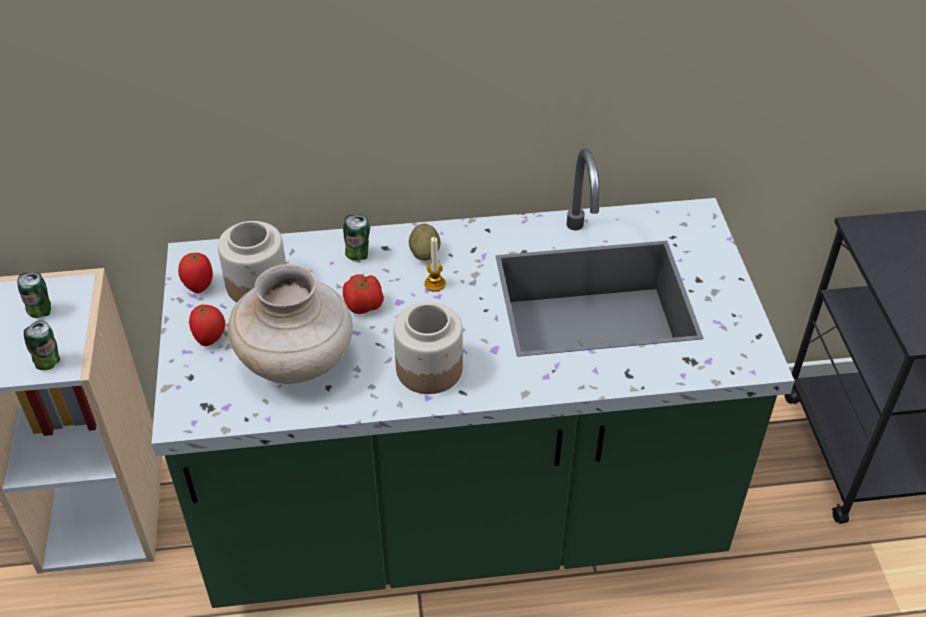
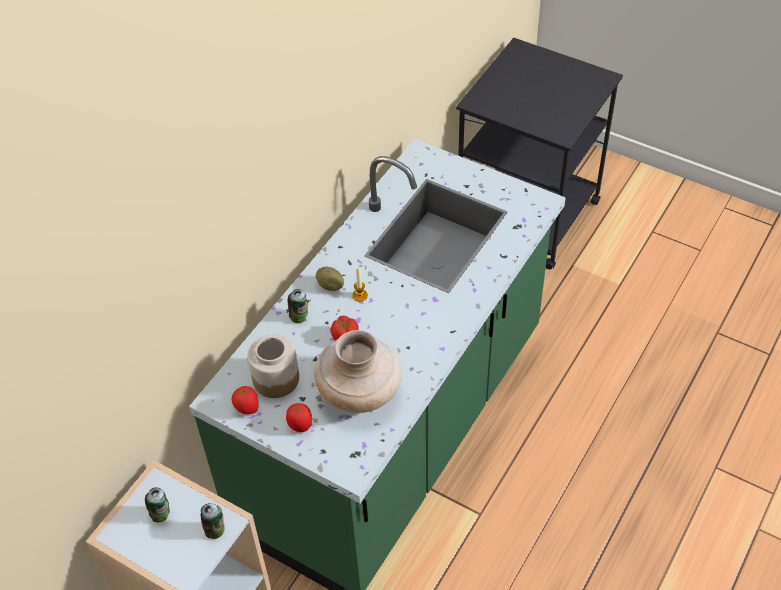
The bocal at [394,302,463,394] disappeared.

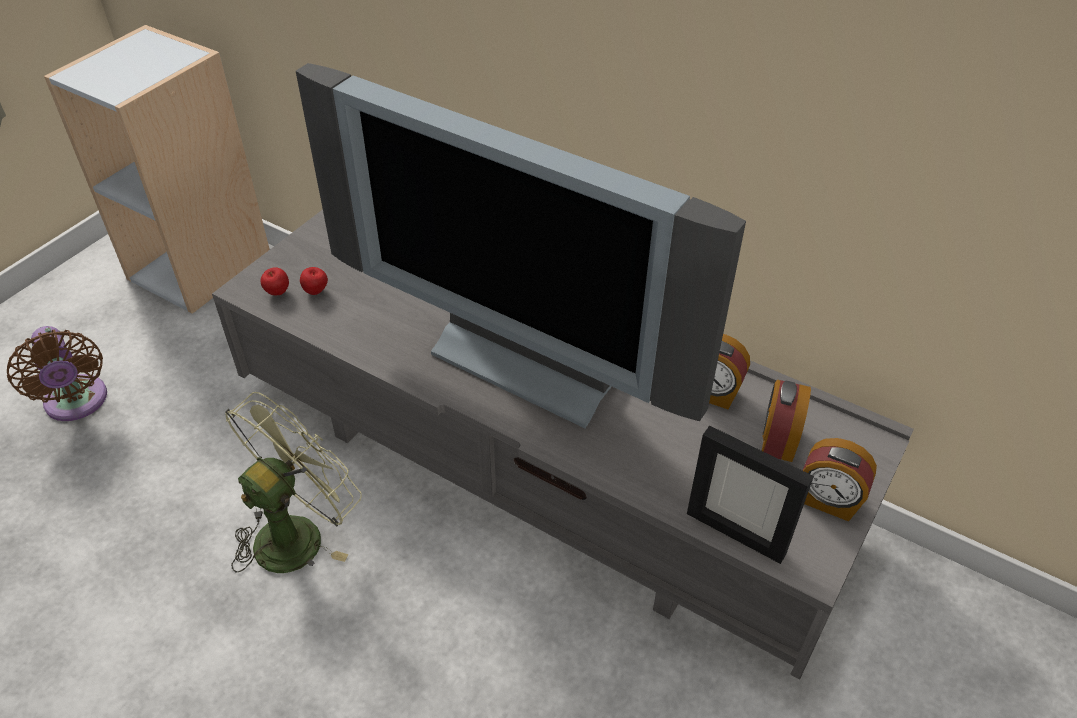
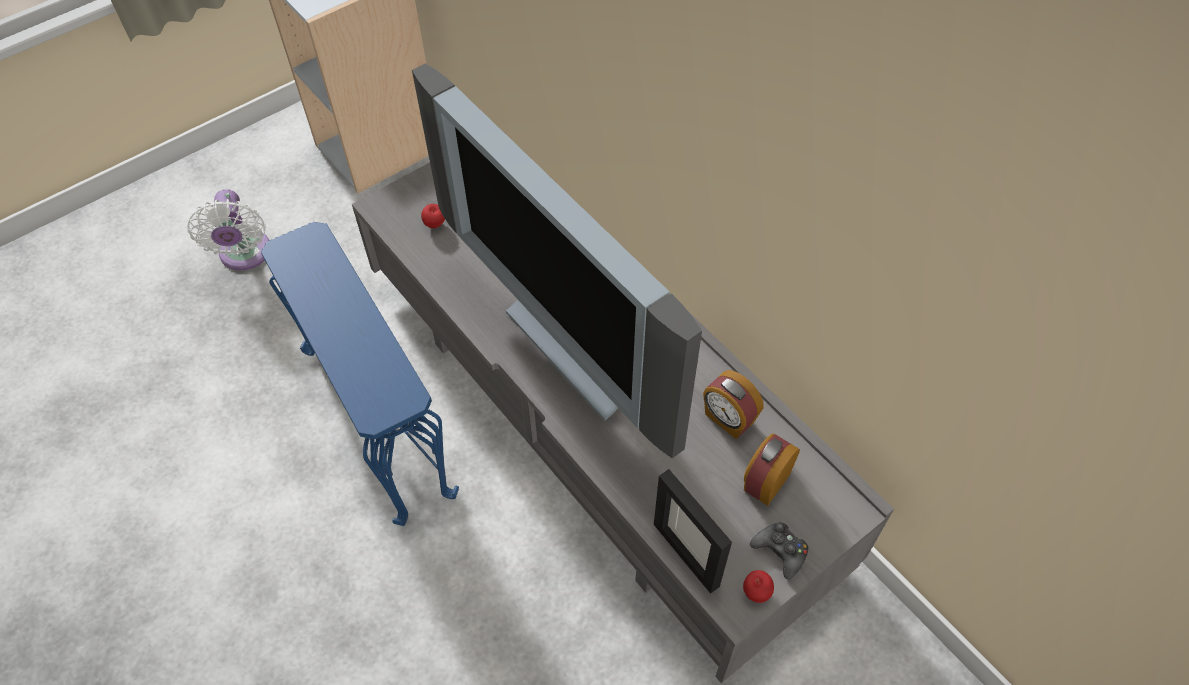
The pomme moved from [261,267,289,295] to [743,570,774,603].
The ventilateur/marron at [7,326,107,421] became the ventilateur/blanc at [187,189,269,270].
The ventilateur/vert at [225,392,362,573] was replaced by the table d'appoint/bleu at [261,222,459,526].
The réveil at [802,438,877,521] was replaced by the manette/noir at [750,522,808,580].

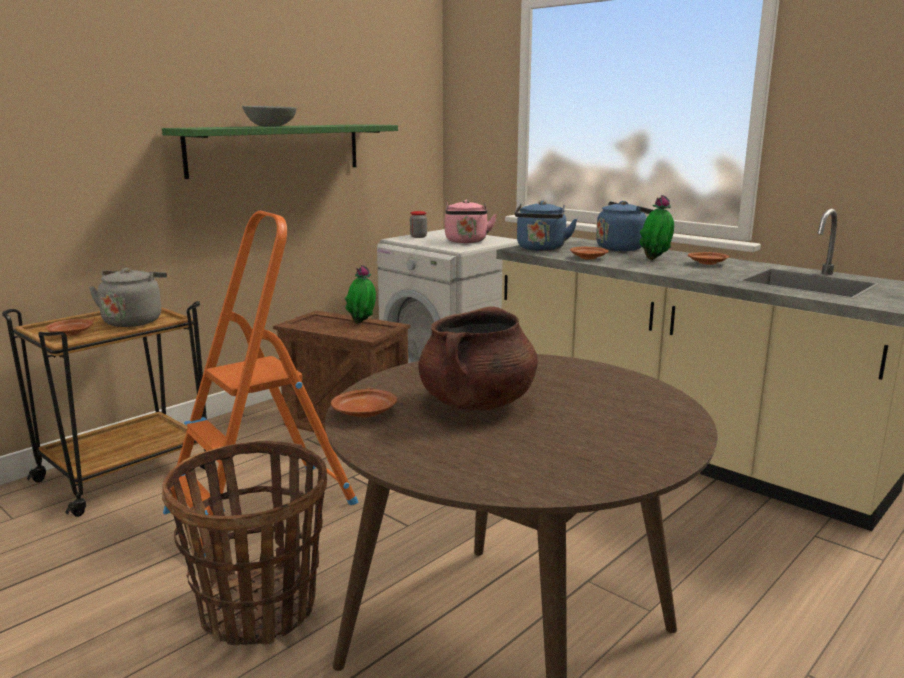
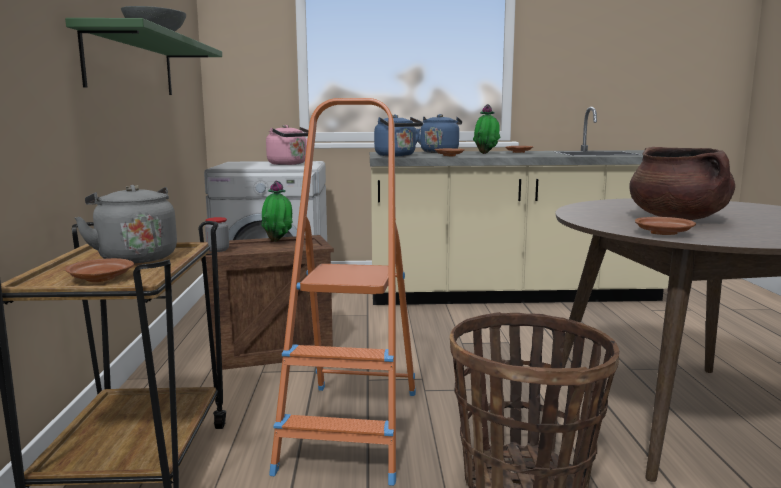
The bocal moved from [410,211,427,238] to [205,217,229,252].

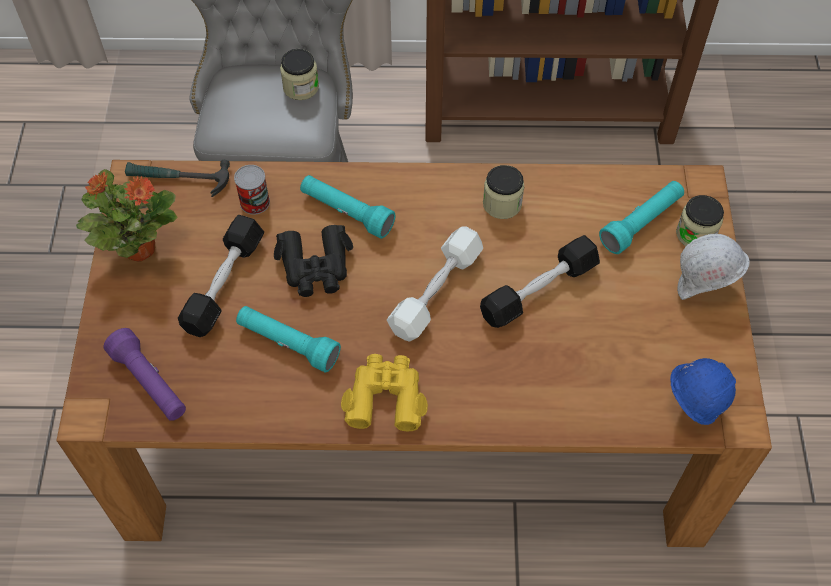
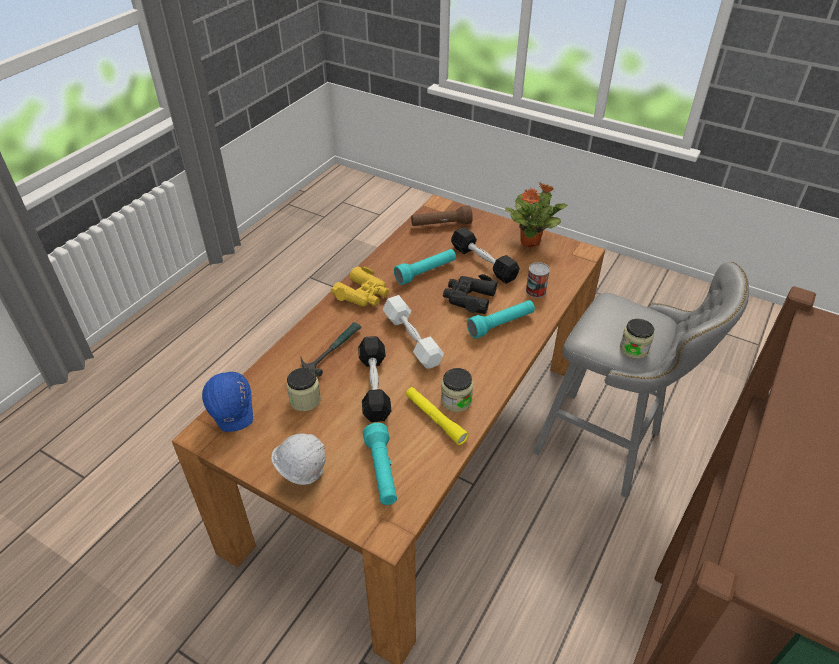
The marteau moved from [125,160,230,197] to [301,322,362,377].
The bocal moved from [676,195,724,246] to [287,368,321,411].
The lampe de poche/violet at [104,328,186,421] became the lampe de poche/marron at [411,206,473,226].
The lampe de poche/jaune at [406,387,469,445] appeared.

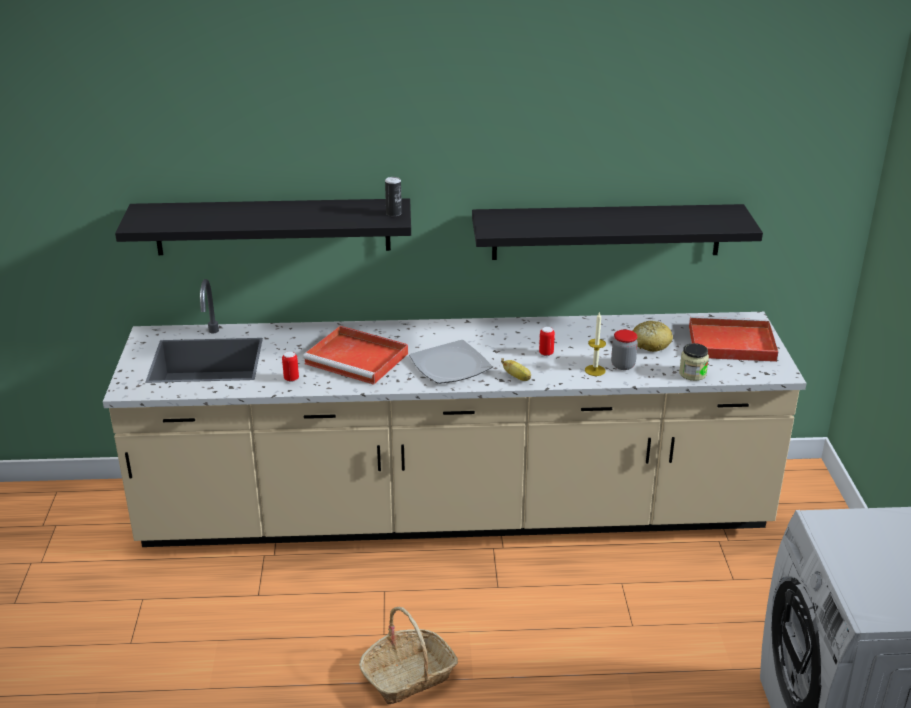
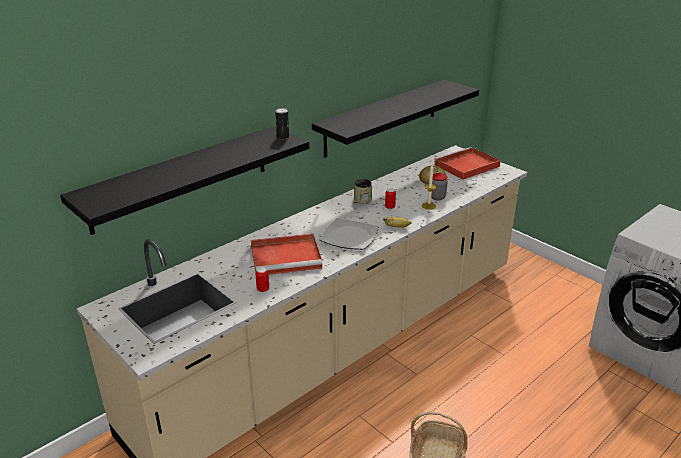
The bocal moved from [679,343,709,381] to [354,179,372,204].

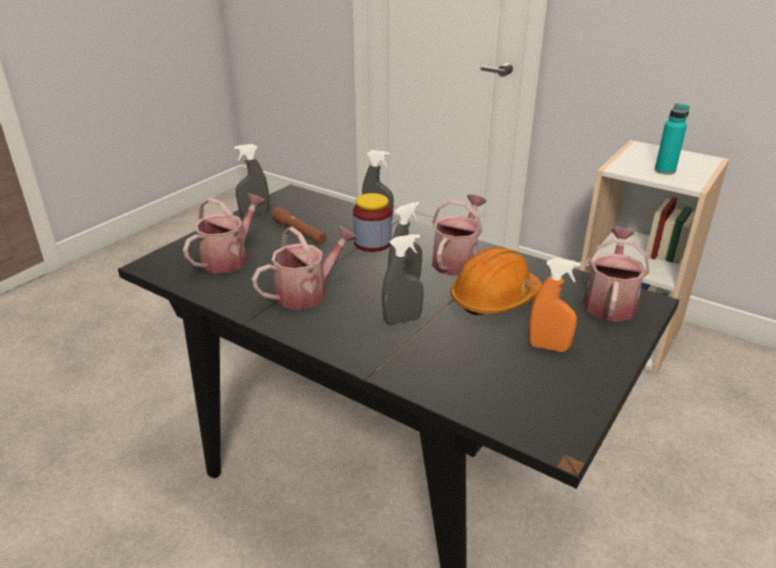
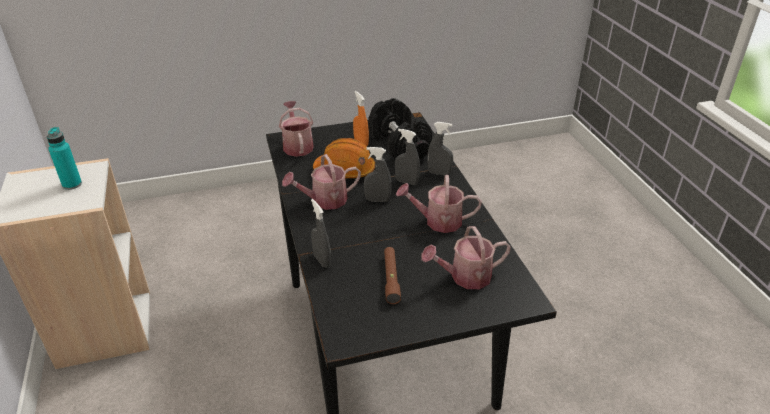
The vaporisateur/gris moved from [234,144,269,216] to [427,122,453,175].
The bocal at [353,193,392,252] disappeared.
The arrosoir at [583,228,649,322] turned 105 degrees clockwise.
The haltère/noir at [368,98,432,159] appeared.

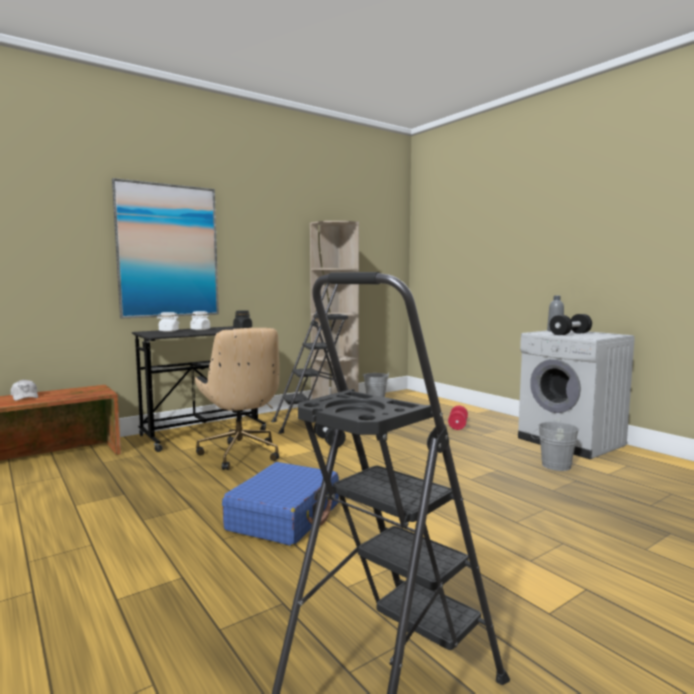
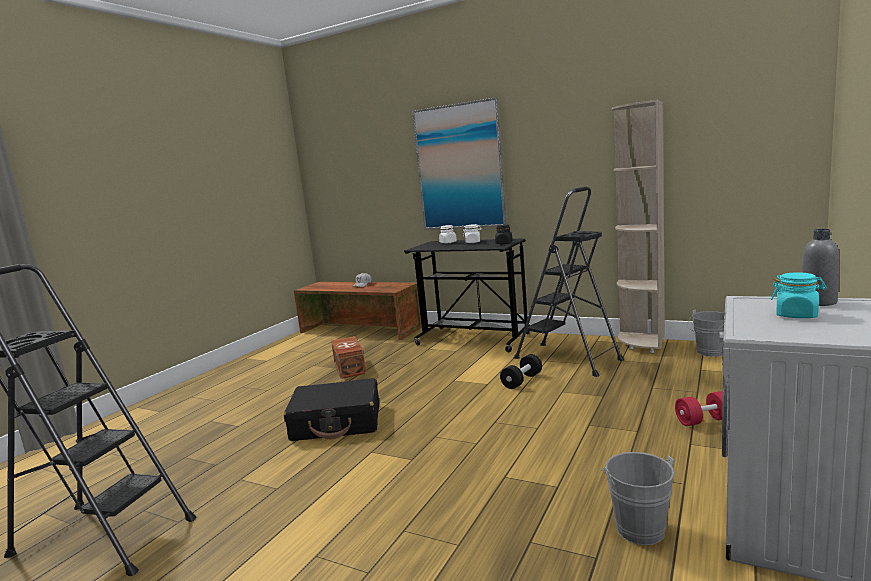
The haltère/noir at [550,314,592,335] was replaced by the bocal/turquoise at [771,272,827,318].
The chaise de bureau/noir at [195,328,280,470] disappeared.
The valise/bleu at [222,462,339,546] became the valise/noir at [284,378,379,441].
The boîte de rangement/marron at [331,336,366,379] appeared.

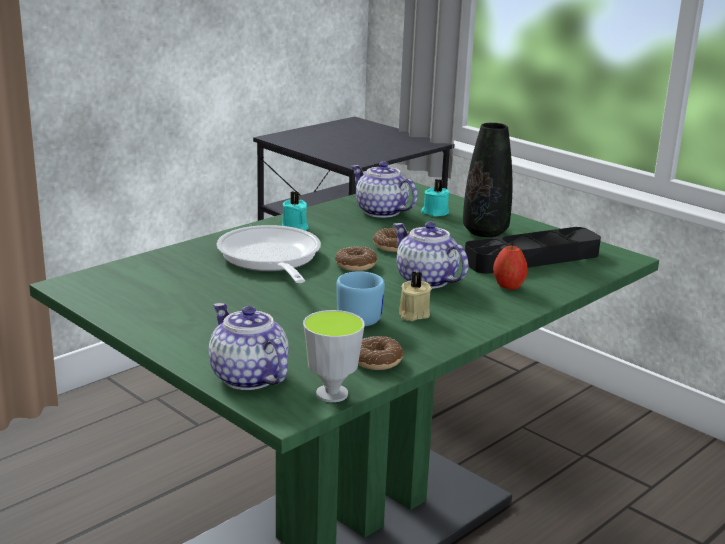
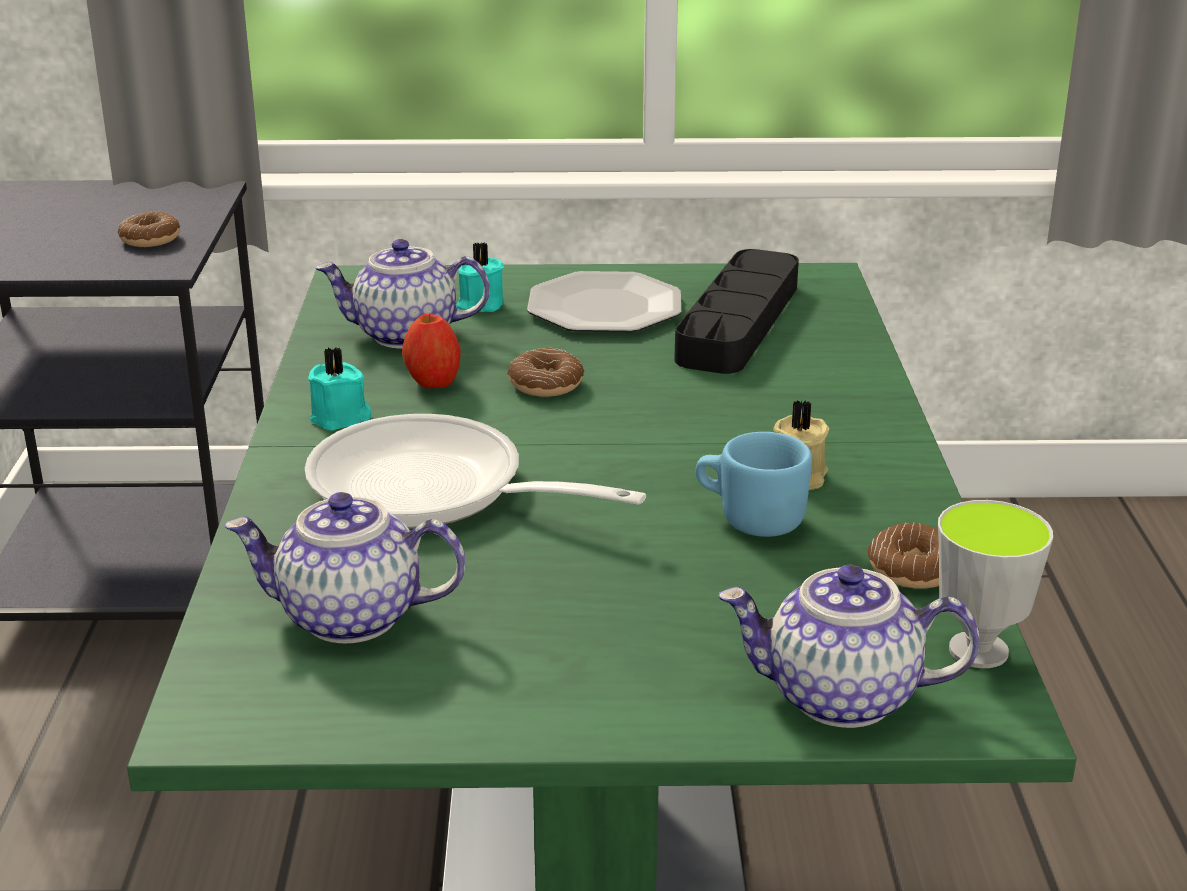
The vase/noir at [463,123,512,237] was replaced by the assiette at [527,271,681,332].
The théière moved from [393,222,468,289] to [224,492,465,643].
The pomme moved from [493,245,528,290] to [402,314,461,388].
The beignet moved from [335,246,377,271] to [118,211,180,247].

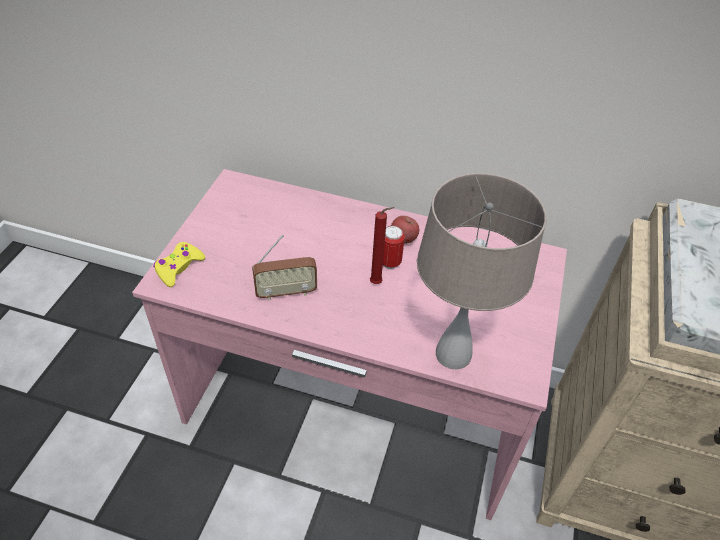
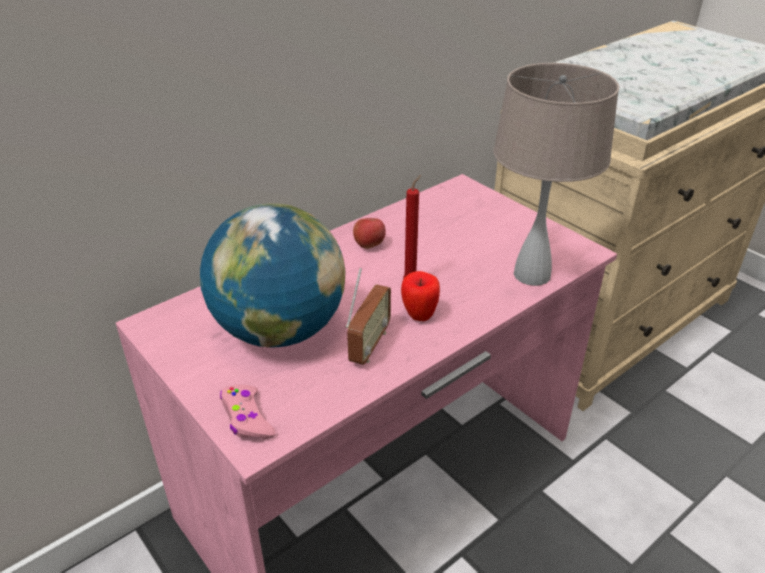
The boîte métallique at [383,226,405,269] disappeared.
The manette/jaune at [154,242,205,287] became the manette/rose at [220,385,276,439].
The globe at [200,203,345,347] appeared.
The pomme at [401,271,440,321] appeared.

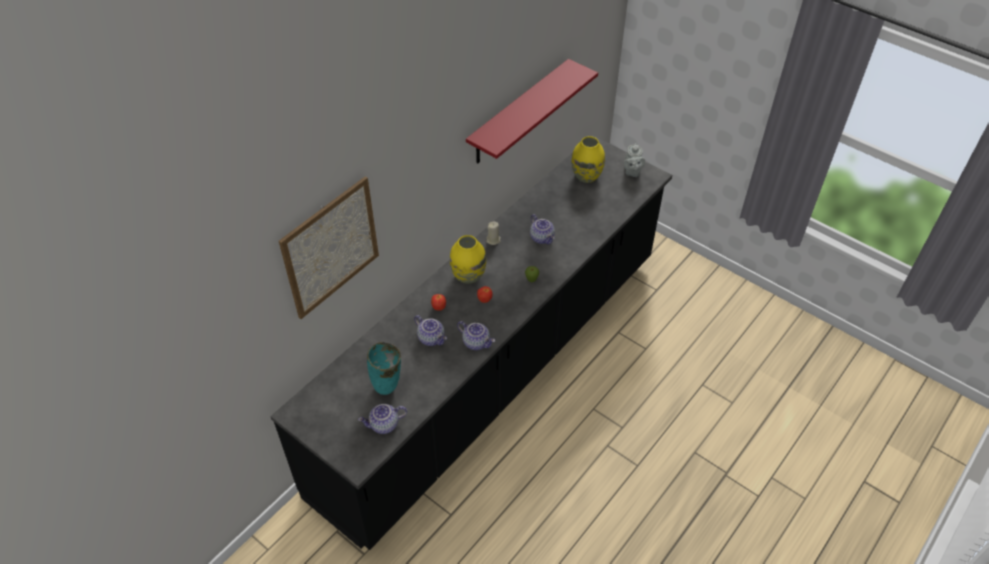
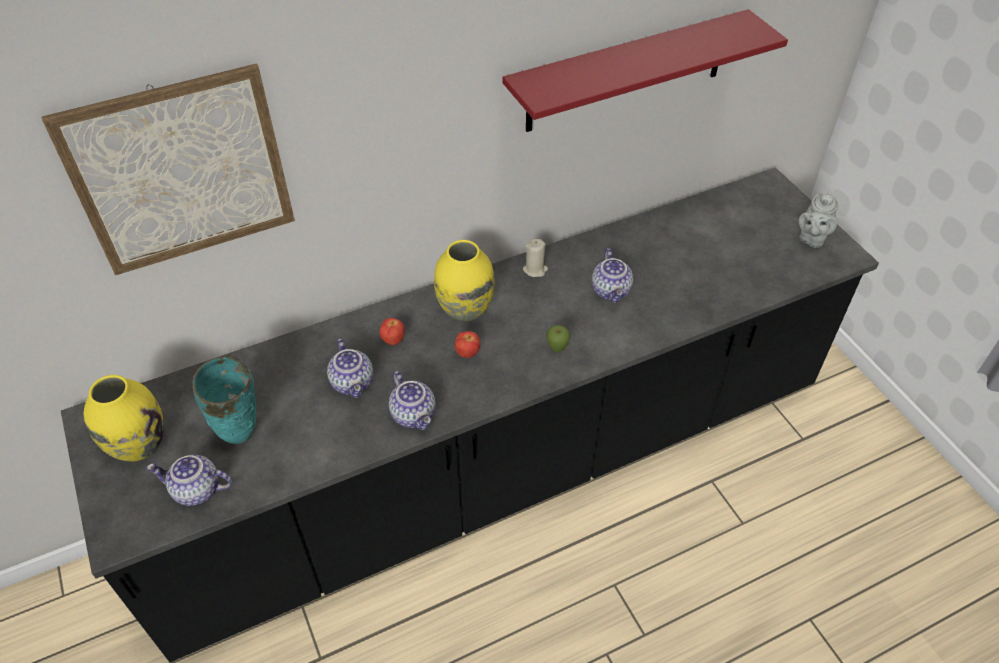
The vase/jaune moved from [571,136,605,183] to [84,375,164,462].

